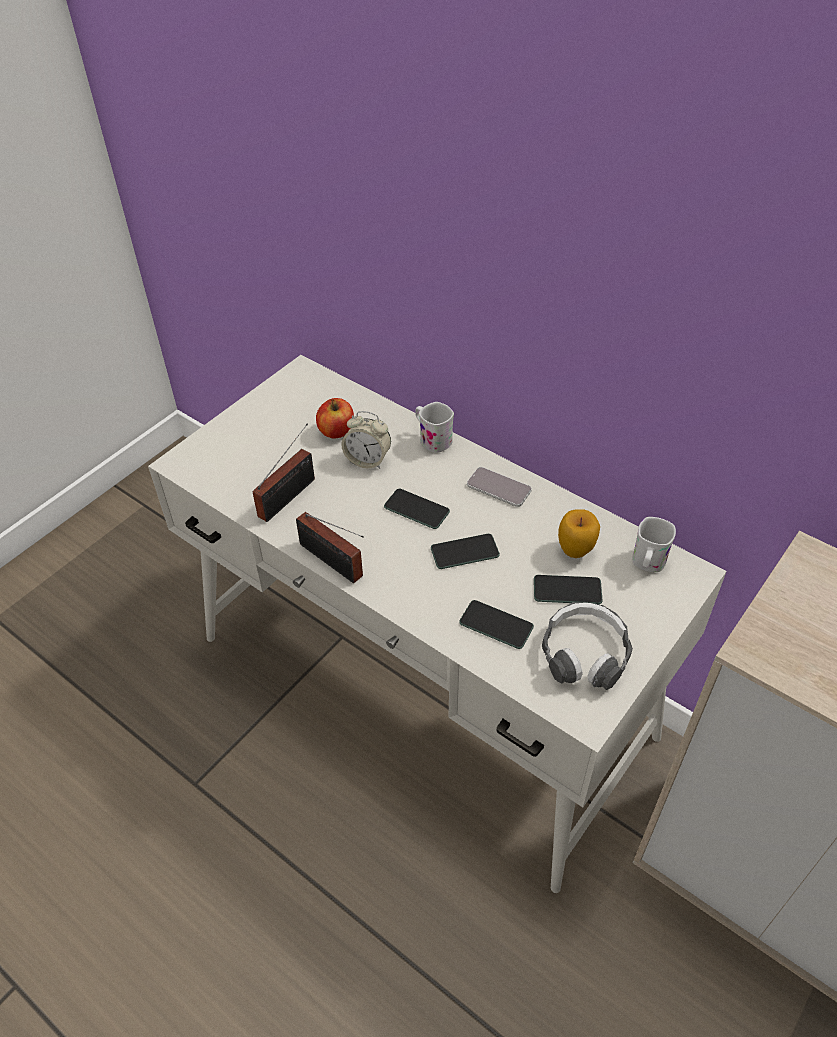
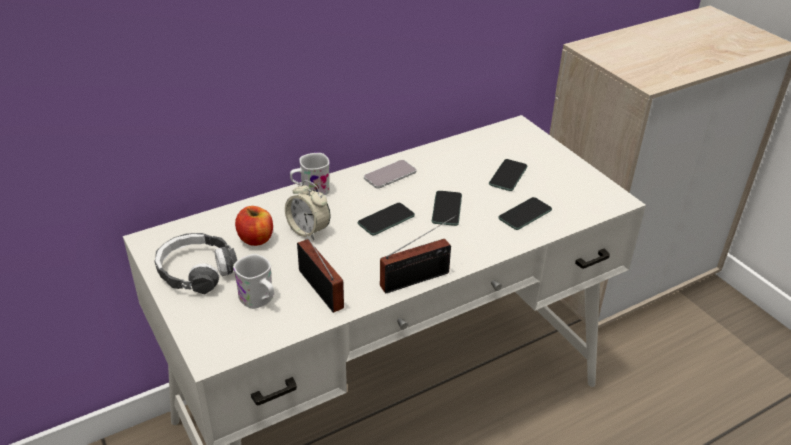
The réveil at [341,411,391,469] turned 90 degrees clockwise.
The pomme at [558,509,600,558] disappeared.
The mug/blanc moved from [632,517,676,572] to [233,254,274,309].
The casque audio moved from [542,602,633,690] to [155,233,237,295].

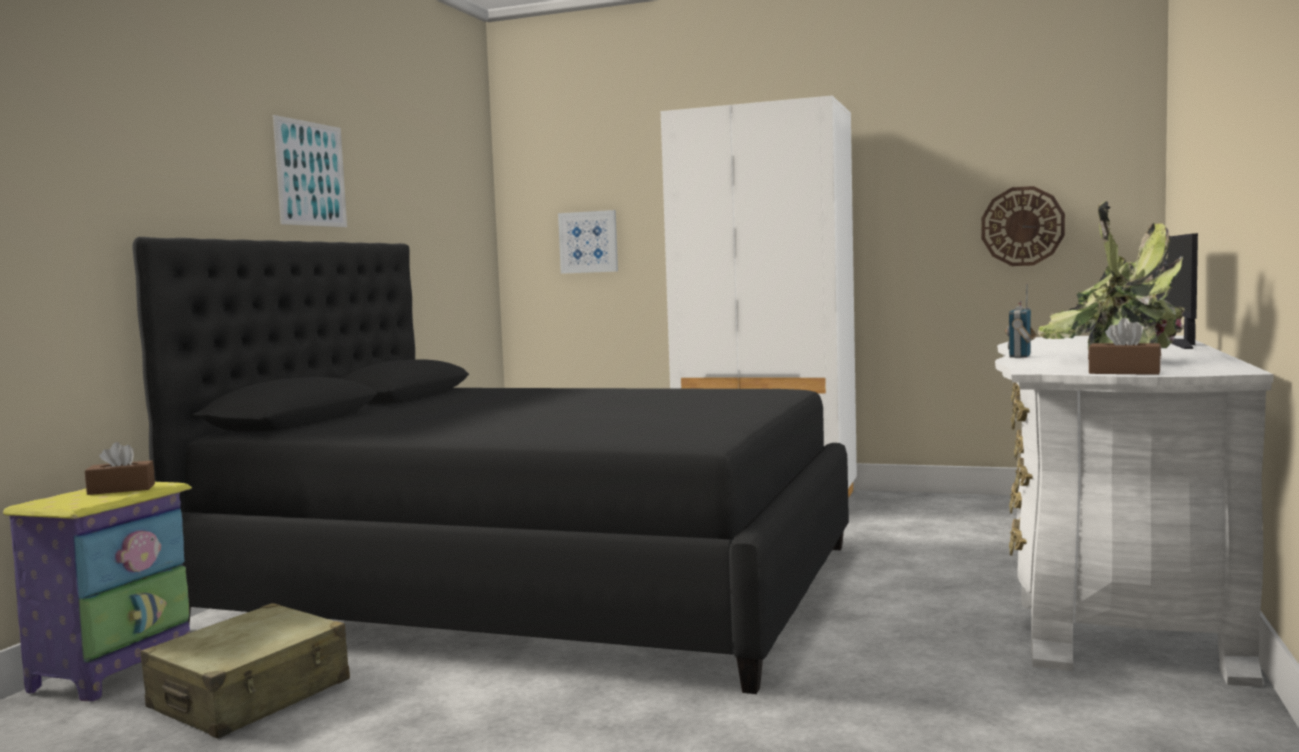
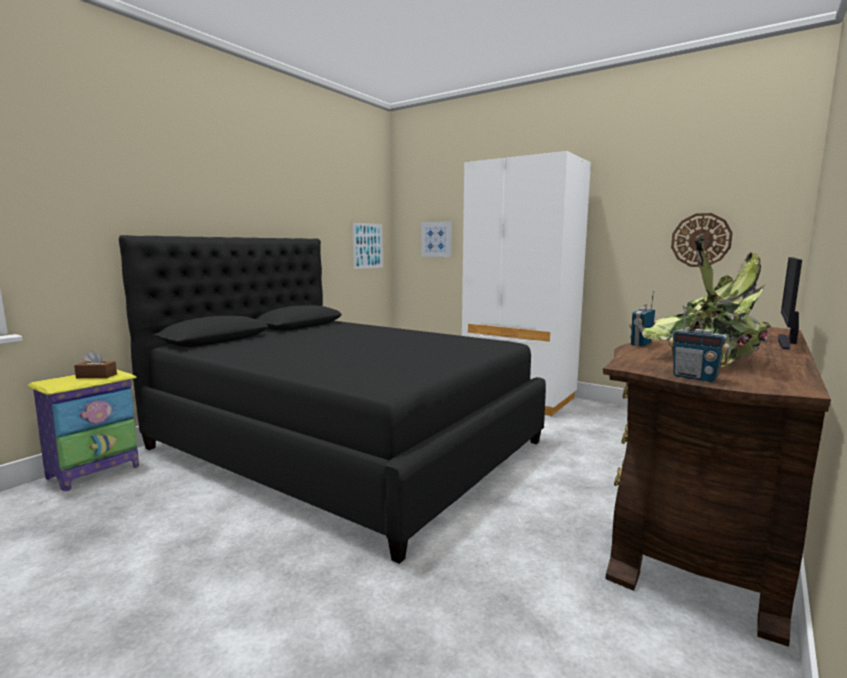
The tableau moved from [273,115,347,227] to [352,223,383,269].
The boîte à mouchoirs/marron at [1088,318,1161,375] was replaced by the radio at [669,306,730,382].
The commode/blanc at [995,335,1274,687] became the commode/marron at [603,327,831,647].
The valise/beige at [140,603,350,738] disappeared.

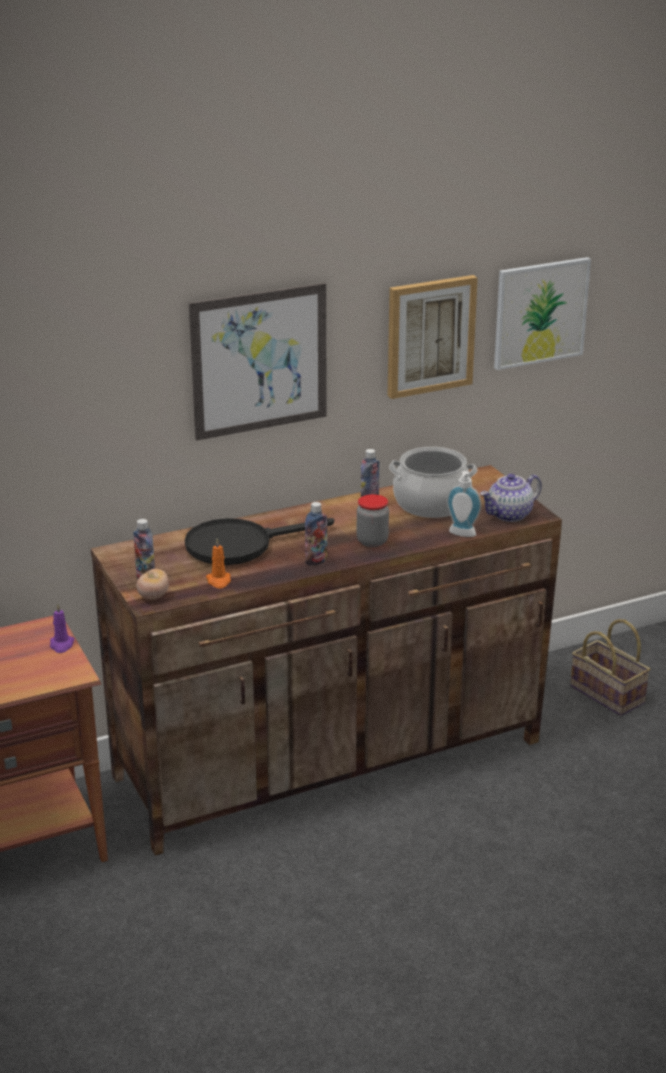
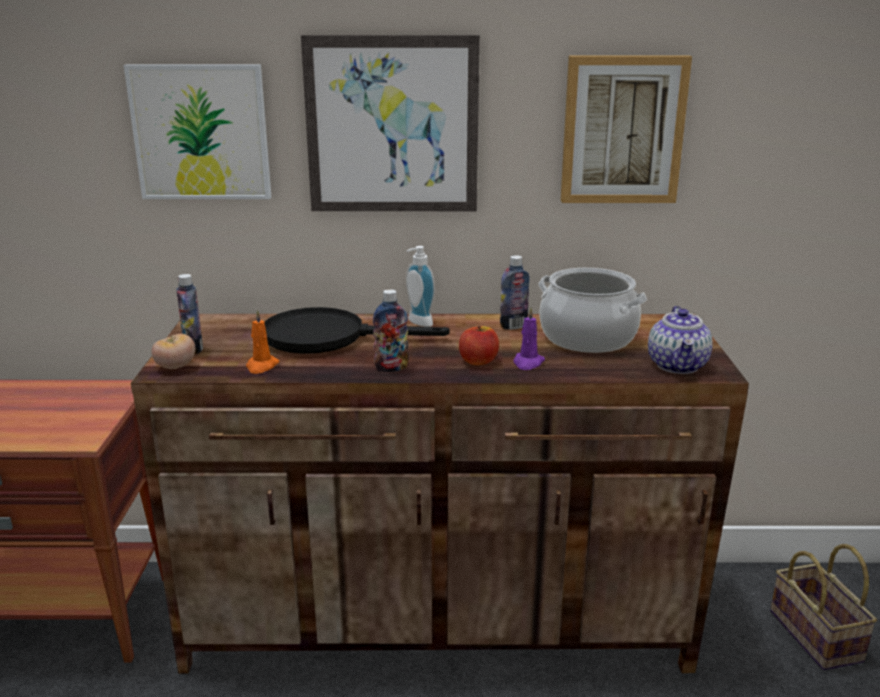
The tableau moved from [494,257,591,370] to [124,64,271,199].
The distributeur de savon moved from [447,471,482,537] to [406,246,435,327].
The théière at [480,474,542,522] turned 75 degrees counterclockwise.
The bocal at [357,494,389,547] was replaced by the pomme at [459,326,499,365].
The bougie/violet moved from [50,604,75,653] to [513,307,545,370].

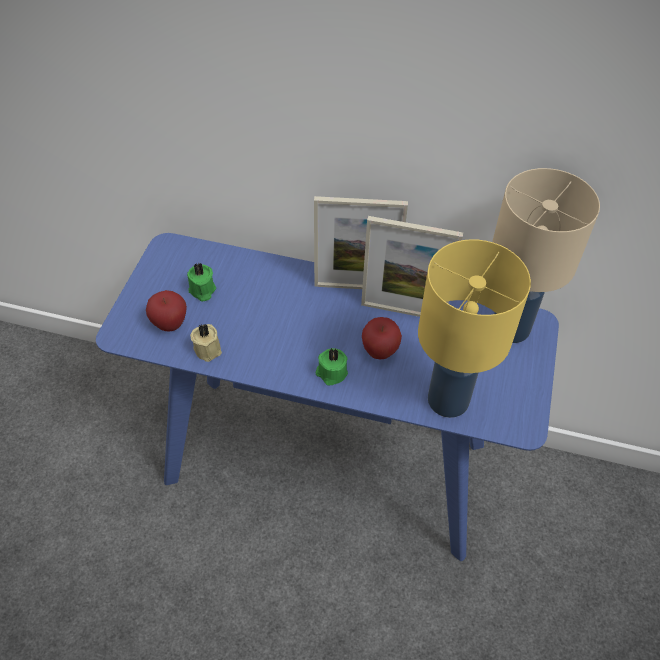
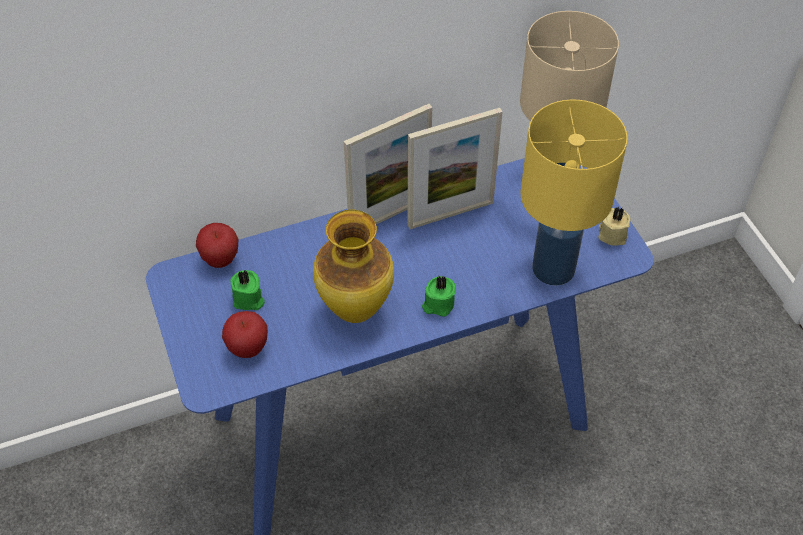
The pomme moved from [362,317,402,359] to [196,223,238,268].
The bougie/beige moved from [190,323,222,362] to [598,207,630,246].
The vase at [313,210,394,323] appeared.

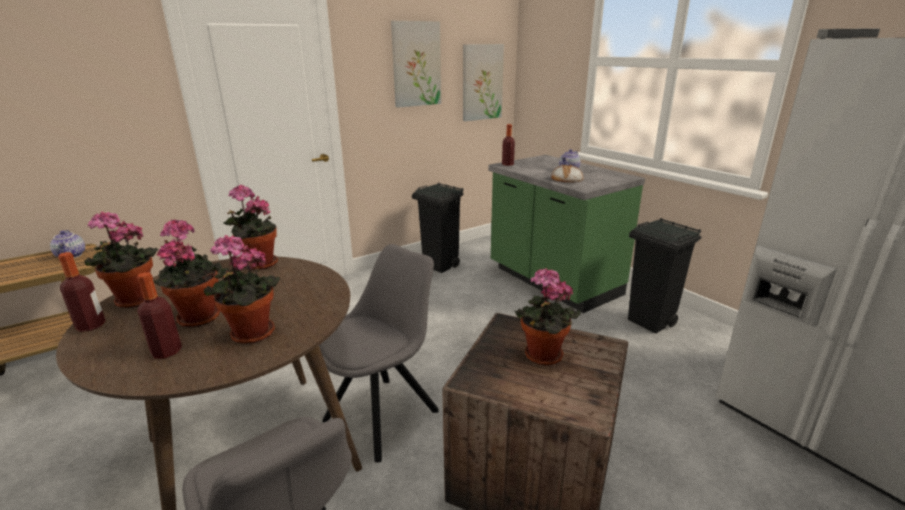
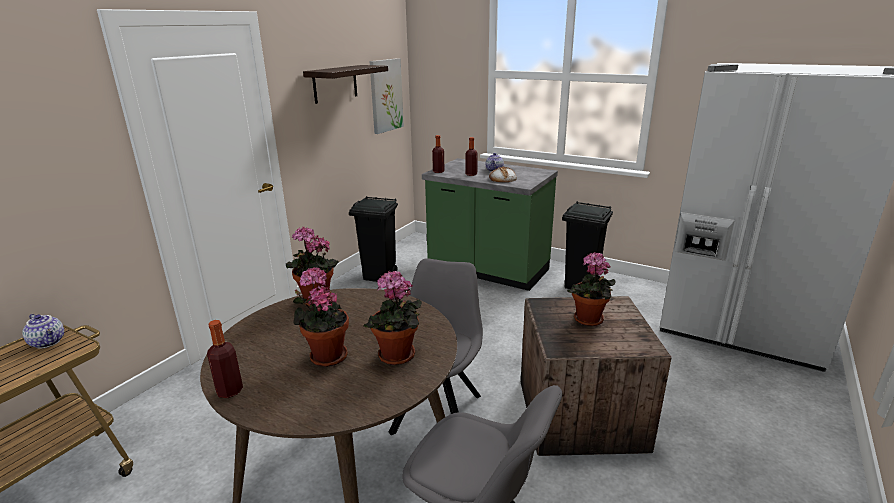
The tableau at [391,21,441,107] was replaced by the étagère at [303,65,388,104].
The plante en pot at [84,211,158,308] disappeared.
The bouteille moved from [137,272,182,358] to [465,137,478,176].

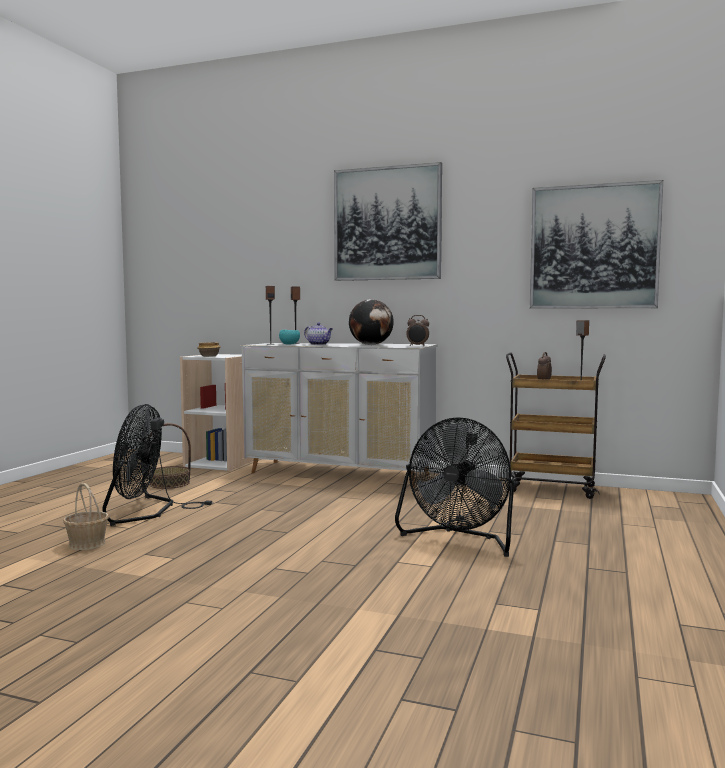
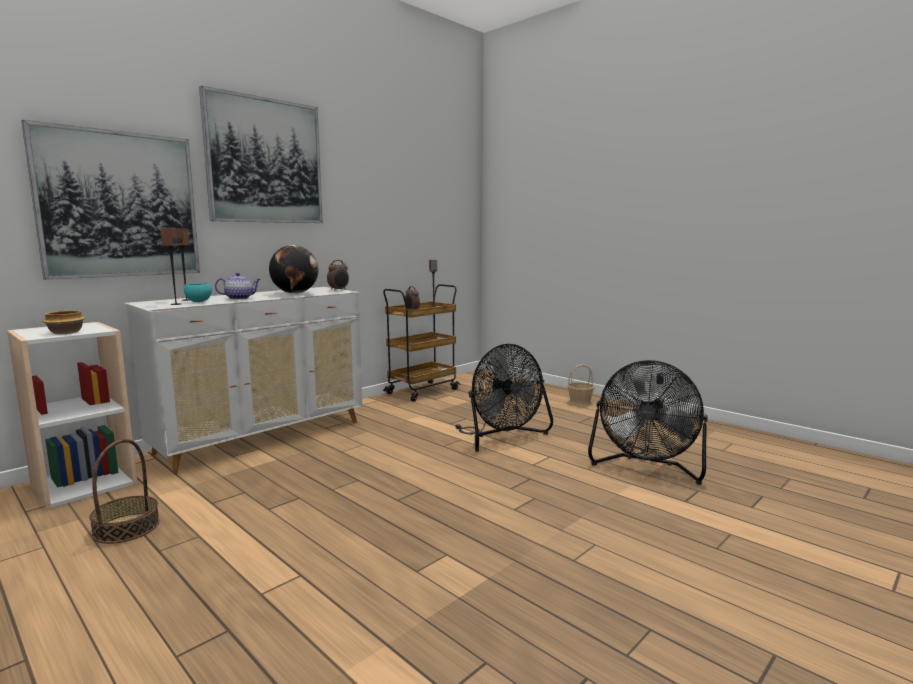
The tableau moved from [530,180,663,309] to [21,120,200,280].
The ventilateur/noir moved from [102,404,213,526] to [588,360,708,485].
The panier moved from [63,483,109,550] to [567,364,594,406].

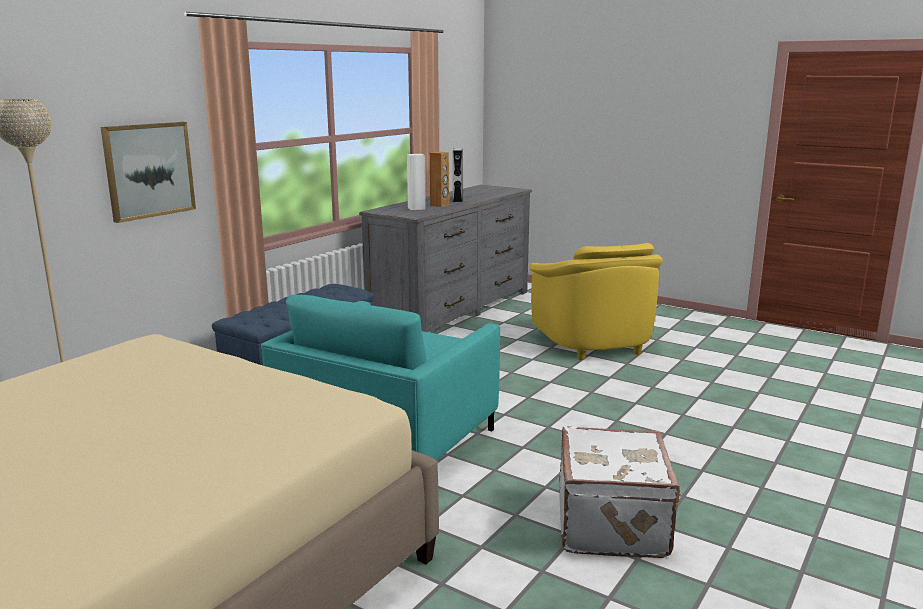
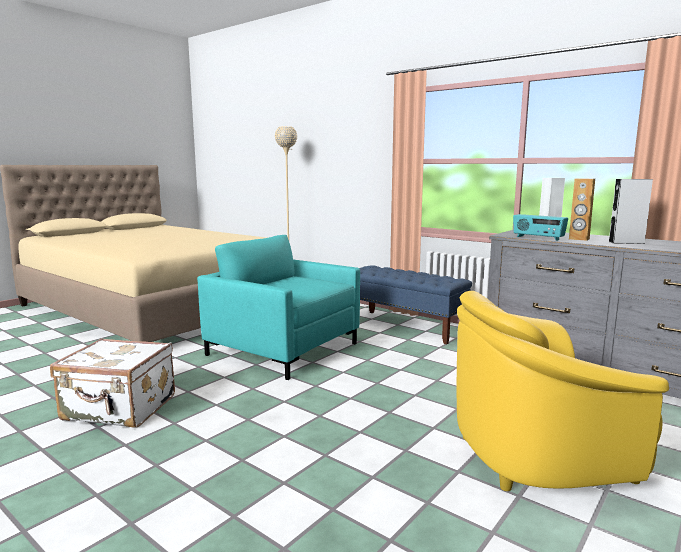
The tableau at [101,122,196,223] disappeared.
The radio at [513,214,568,241] appeared.

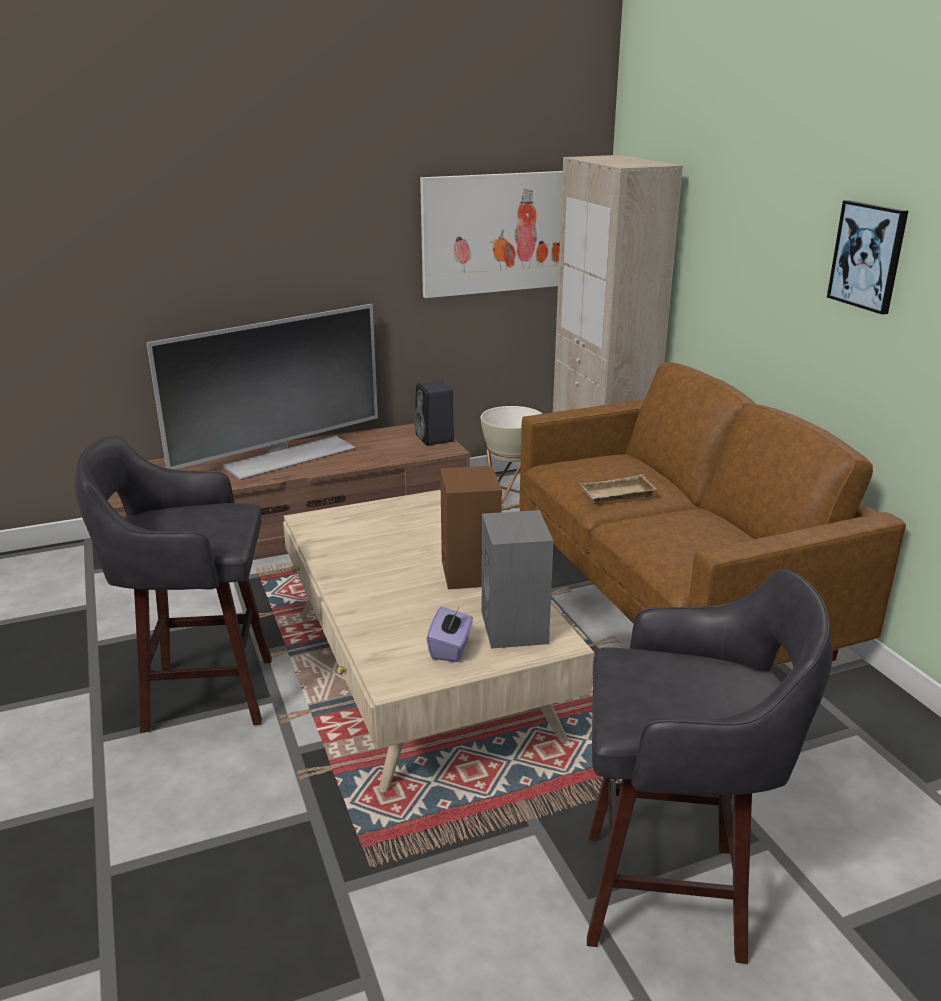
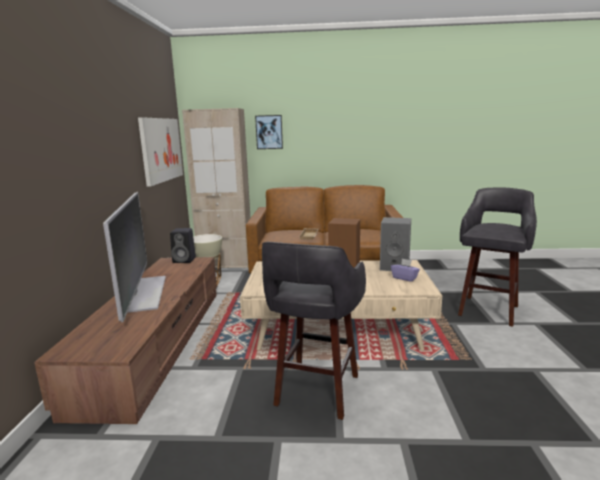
The tableau moved from [827,200,908,315] to [255,115,283,149].

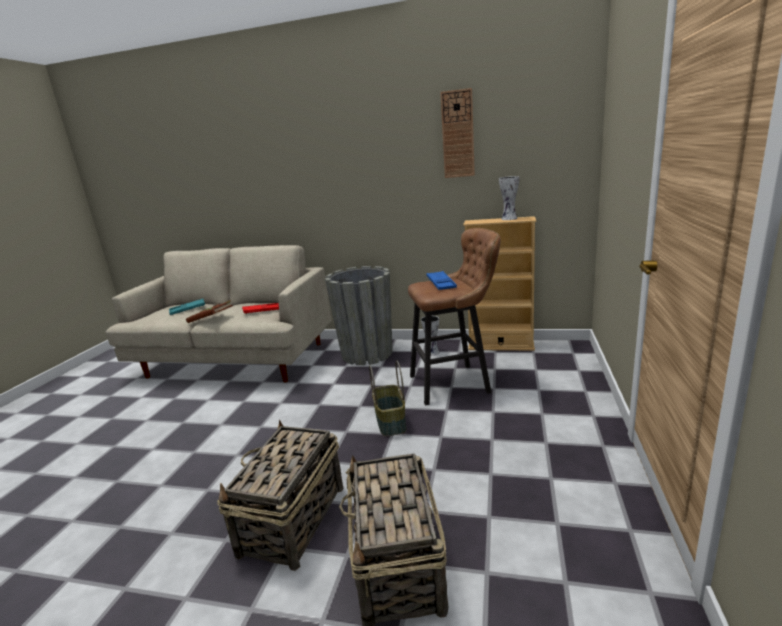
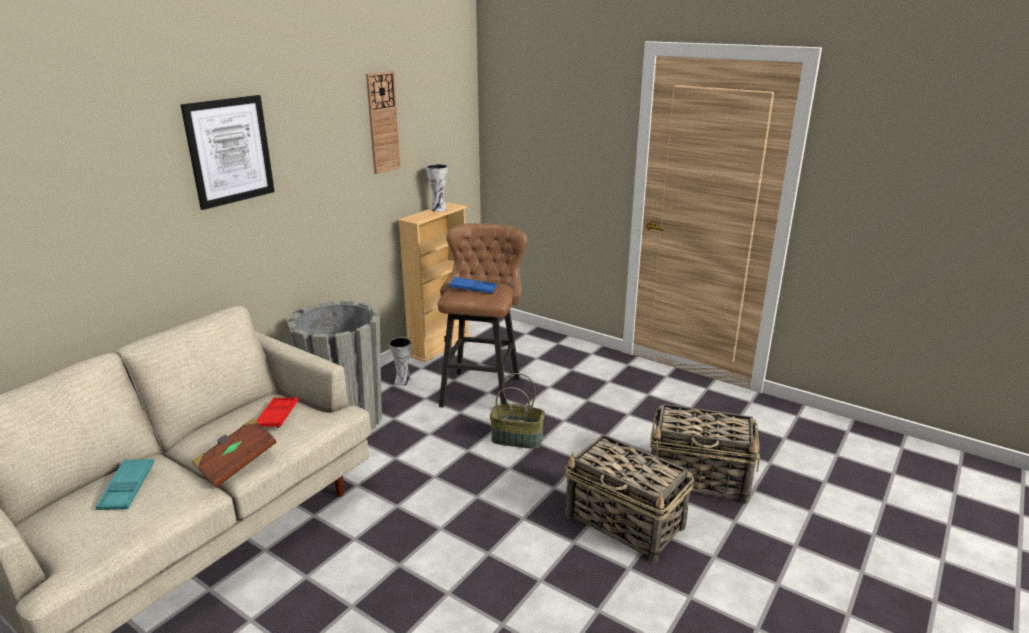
The tableau at [180,95,275,210] appeared.

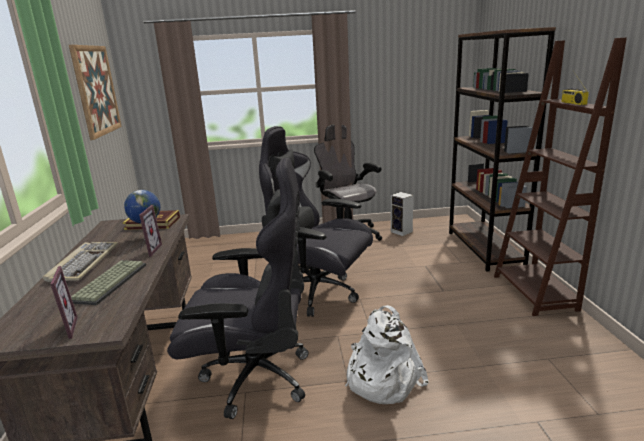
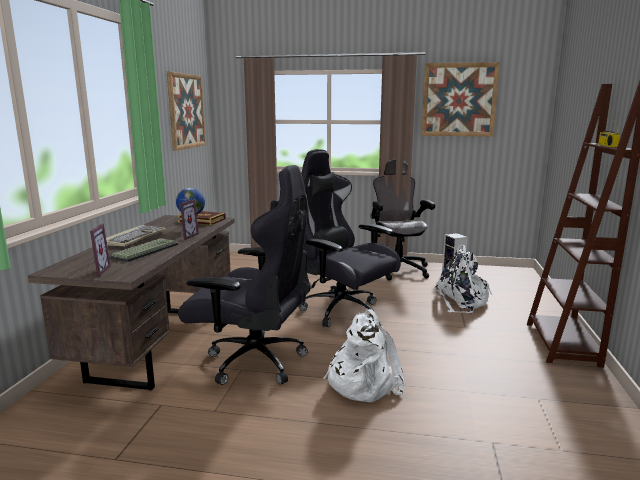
The bibliothèque/marron at [449,27,556,272] disappeared.
The tableau at [421,62,500,136] appeared.
The sac à dos/blanc at [435,244,492,313] appeared.

